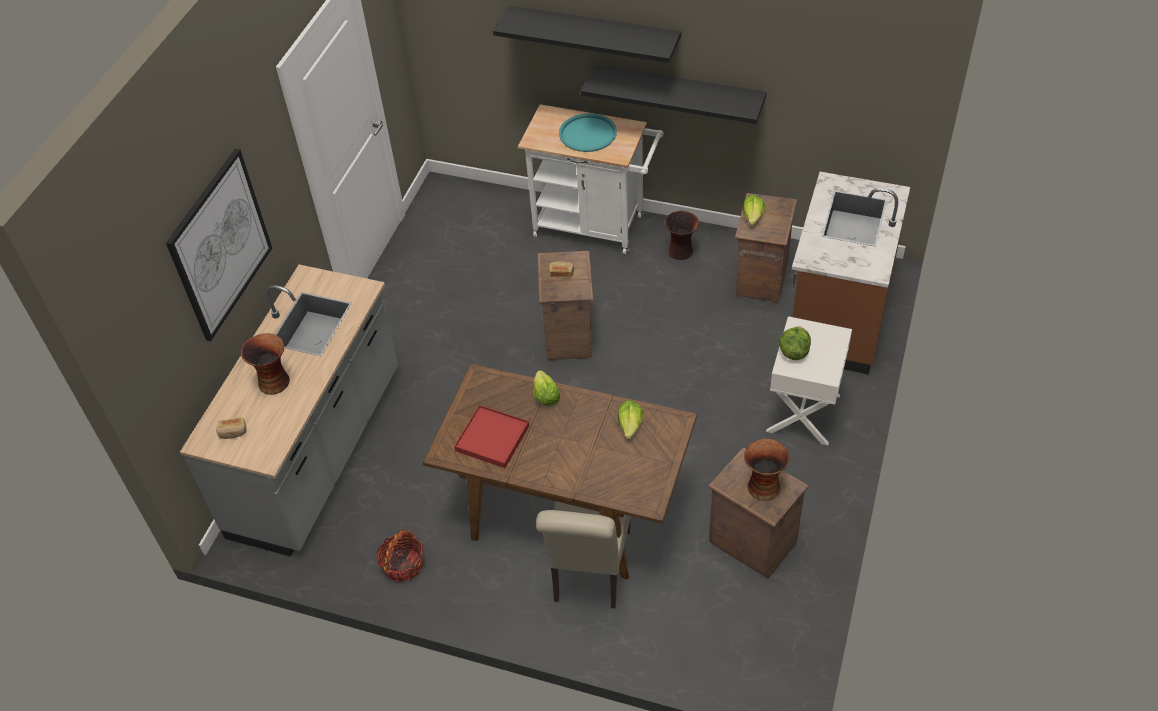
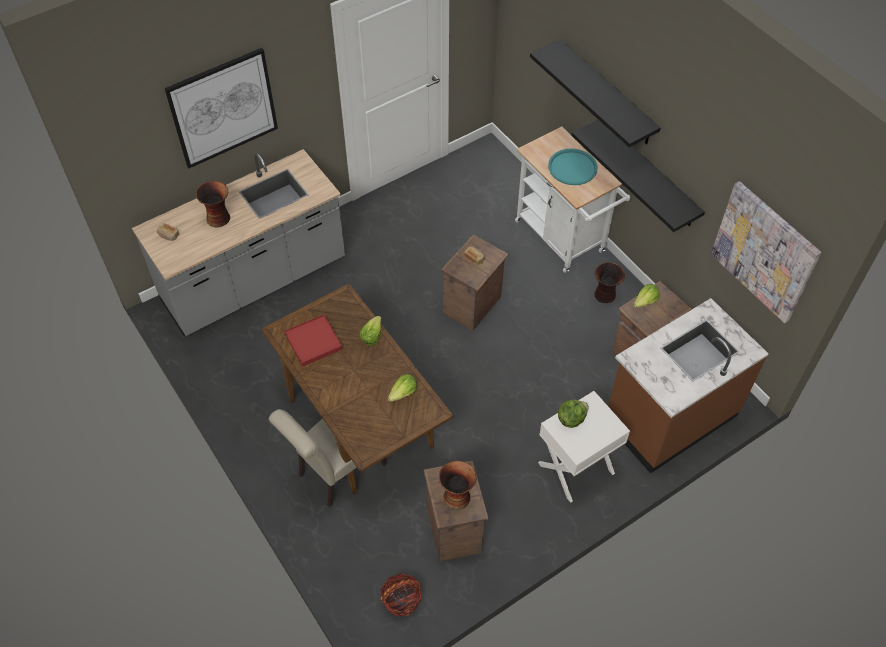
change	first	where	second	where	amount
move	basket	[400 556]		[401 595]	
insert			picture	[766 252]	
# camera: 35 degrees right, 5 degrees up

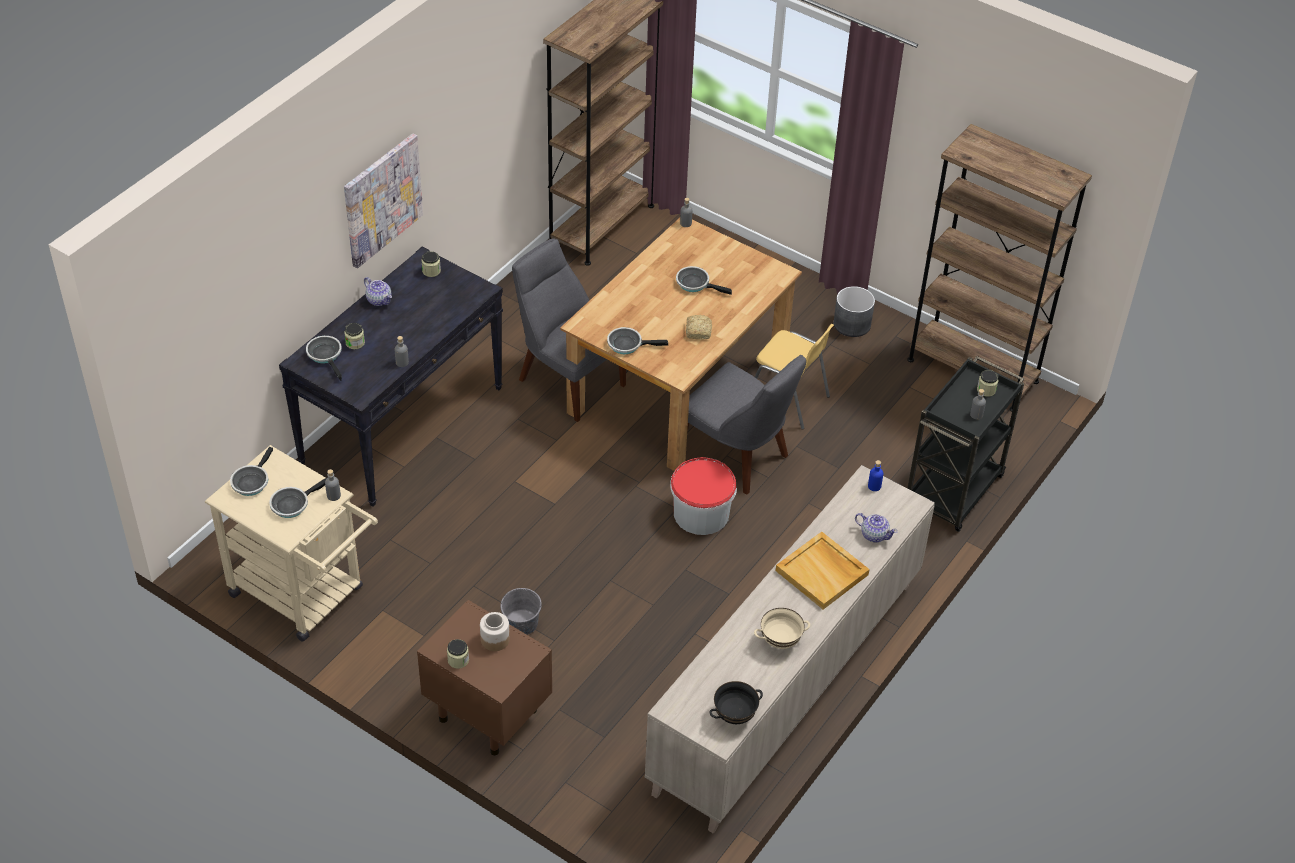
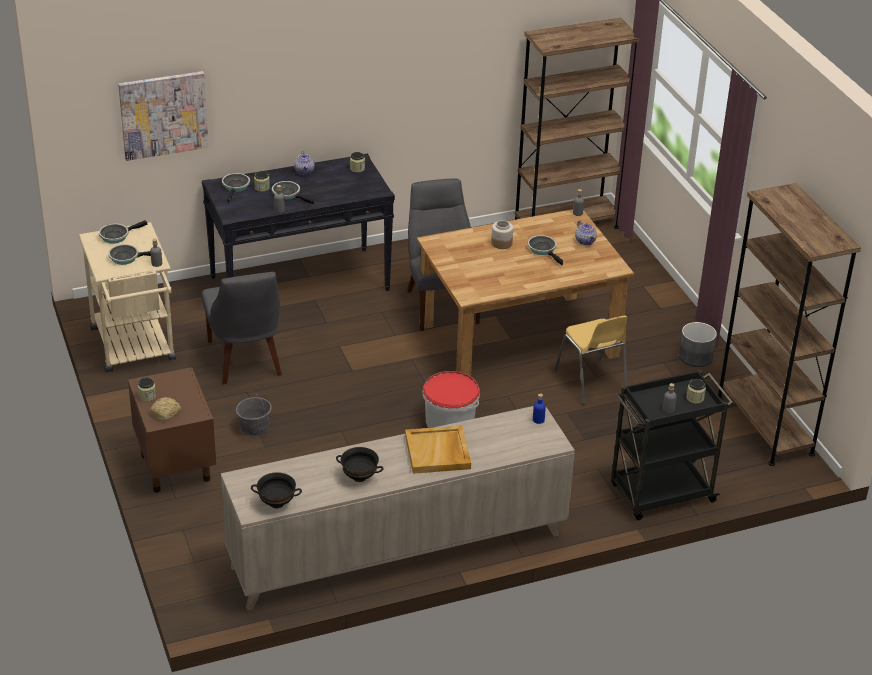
change	first	where	second	where	amount
move	picture	[383 201]		[163 116]	
move	bread	[699 327]		[165 409]	
move	grey chair	[746 425]		[242 328]	
move	frying pan	[637 340]		[293 192]	
recolor	beige bowl	[782 628]	black bowl	[360 464]	
move	jar	[495 631]		[502 234]	
move	teapot	[876 527]		[586 232]	
# camera: 35 degrees right, 10 degrees down

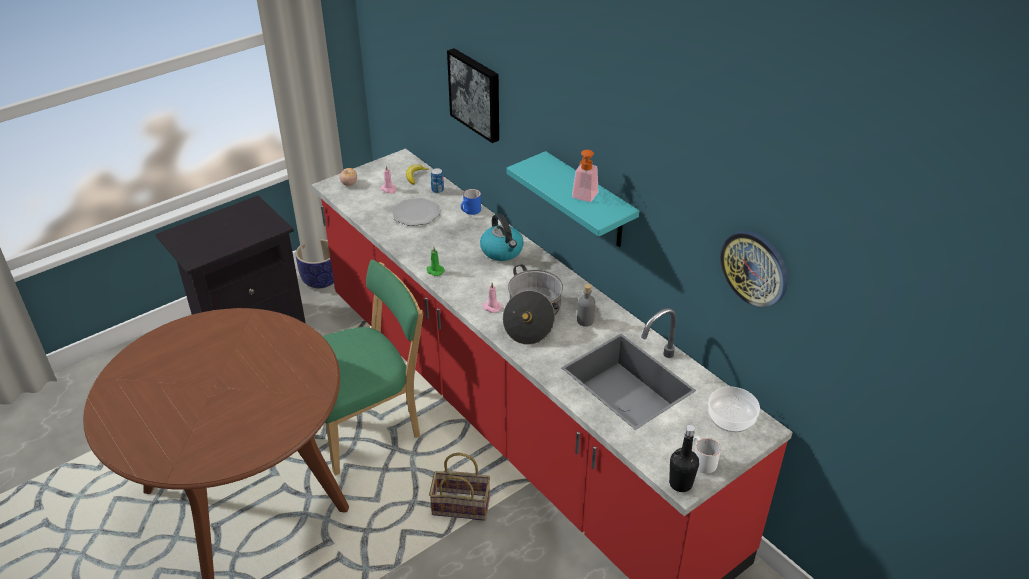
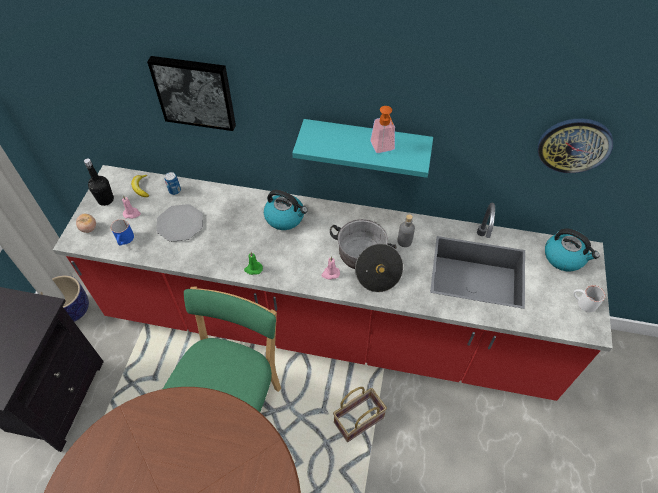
change	first	where	second	where	amount
move	black bottle	[684 458]		[99 182]	
move	blue mug	[471 202]		[122 232]	
replace	bowl	[734 409]	kettle	[572 250]	
# camera: 40 degrees left, 15 degrees up

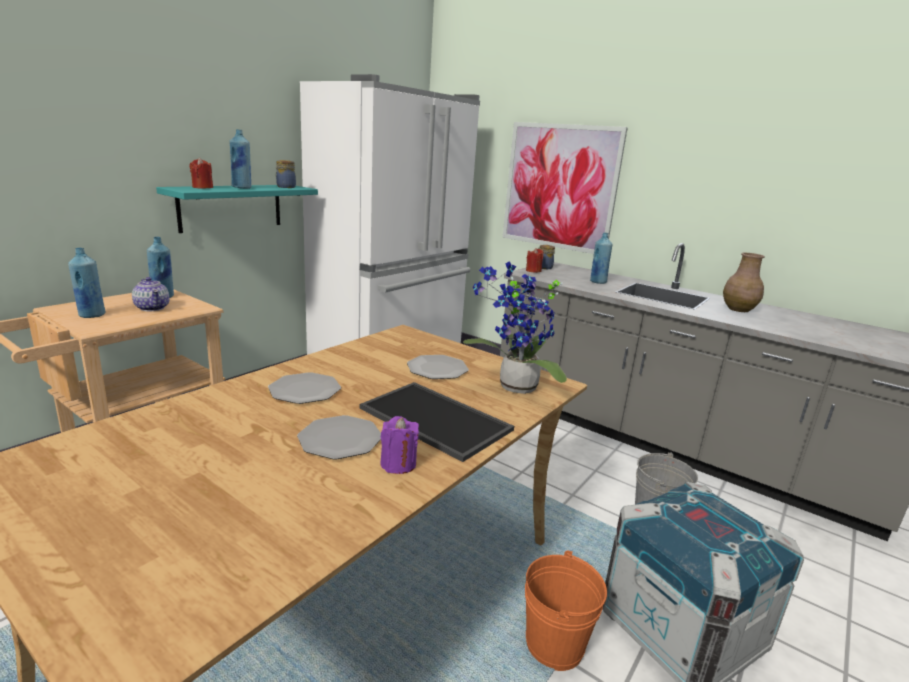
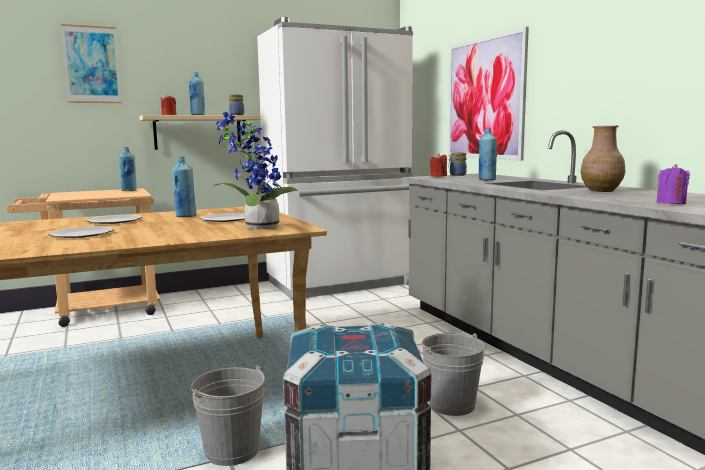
change	first	where	second	where	amount
insert			picture	[91 63]	
recolor	turquoise shelf	[237 209]	beige shelf	[199 132]	
move	blue bottle	[87 283]		[184 187]	
recolor	orange bucket	[566 610]	grey bucket	[228 415]	
move	purple candle	[399 445]		[673 184]	
delete	teapot	[151 294]			
delete	tray	[436 422]			
# camera: 30 degrees right, 10 degrees down

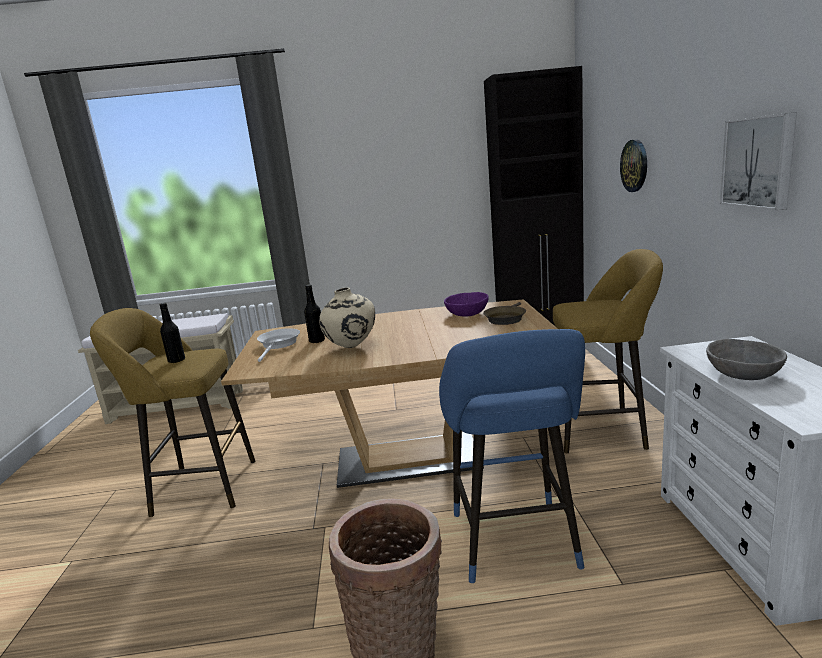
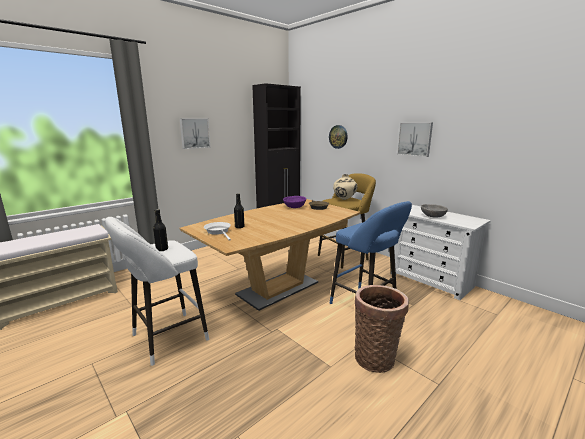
change	first	where	second	where	amount
recolor	yellow stool	[172 412]	white stool	[157 291]	
insert			picture	[195 133]	
move	beige vase	[347 317]		[345 187]	
# camera: 40 degrees left, 0 degrees up

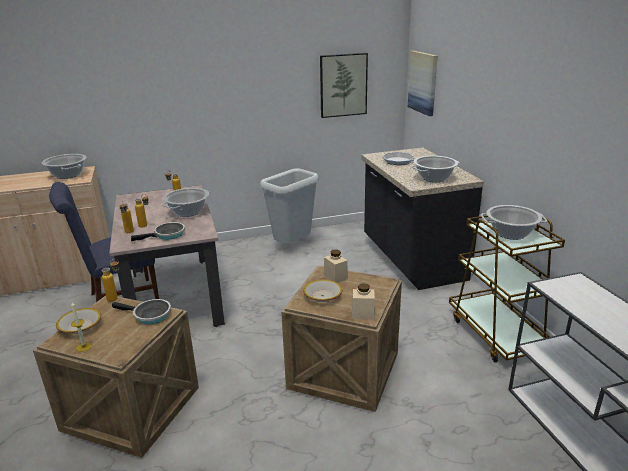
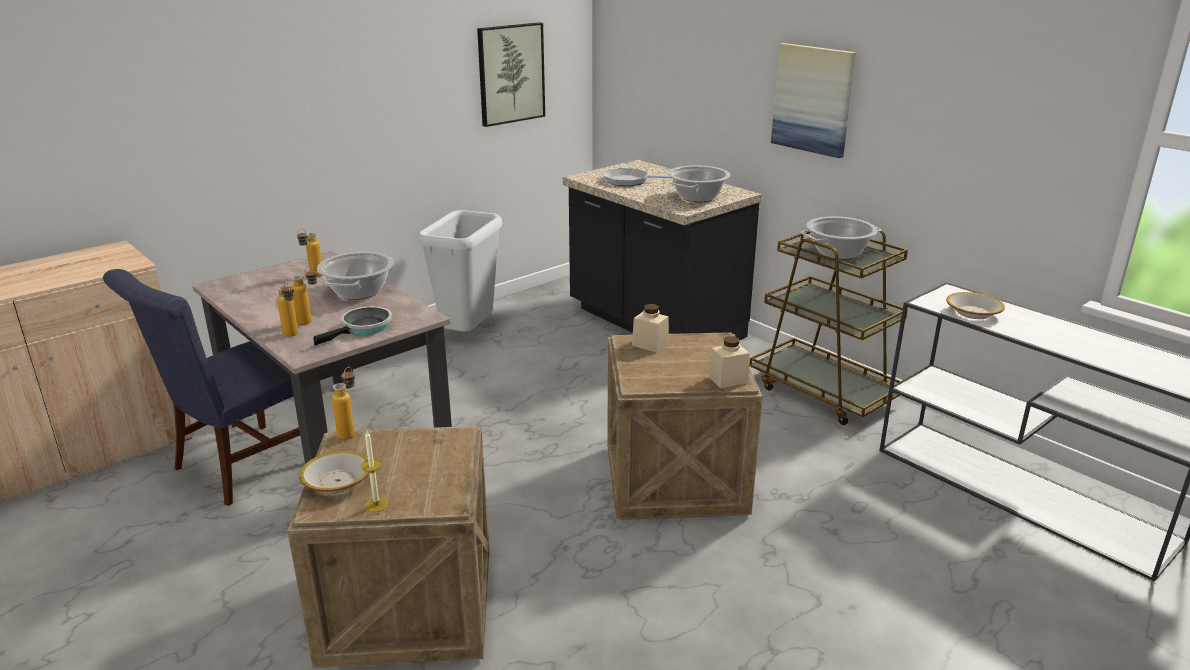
change	first	where	second	where	amount
move	picture	[422 83]		[813 100]	
move	bowl	[322 290]		[975 305]	
delete	cooking pot	[64 166]			
delete	frying pan	[141 311]			
# camera: 25 degrees left, 0 degrees up

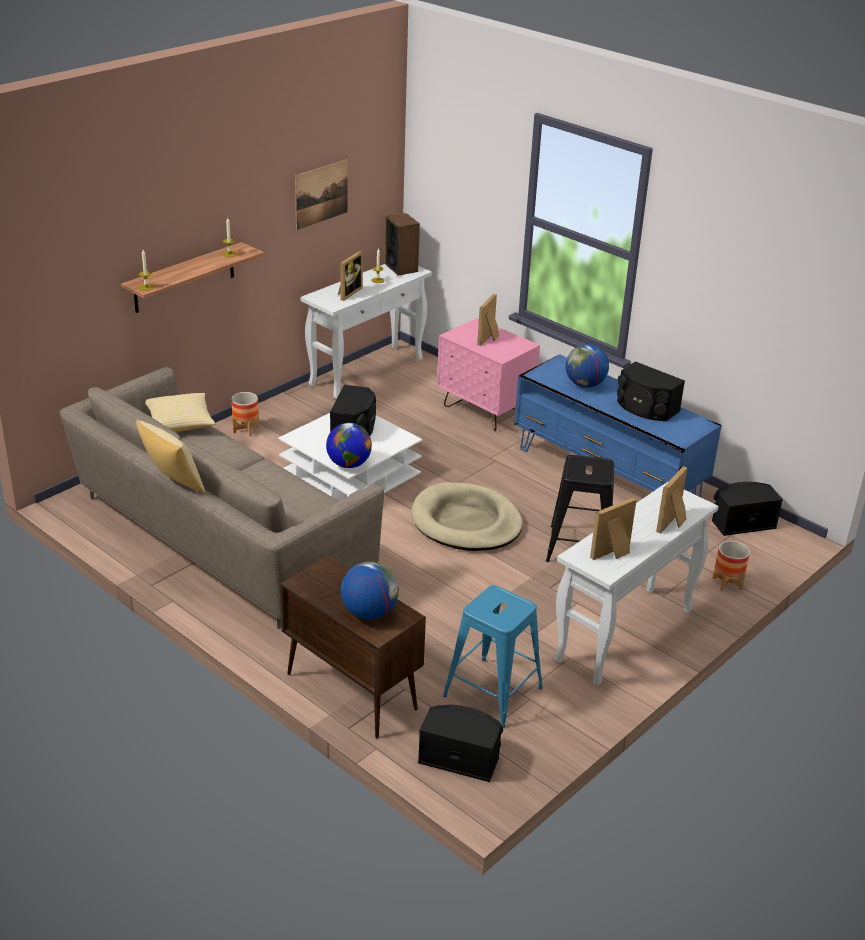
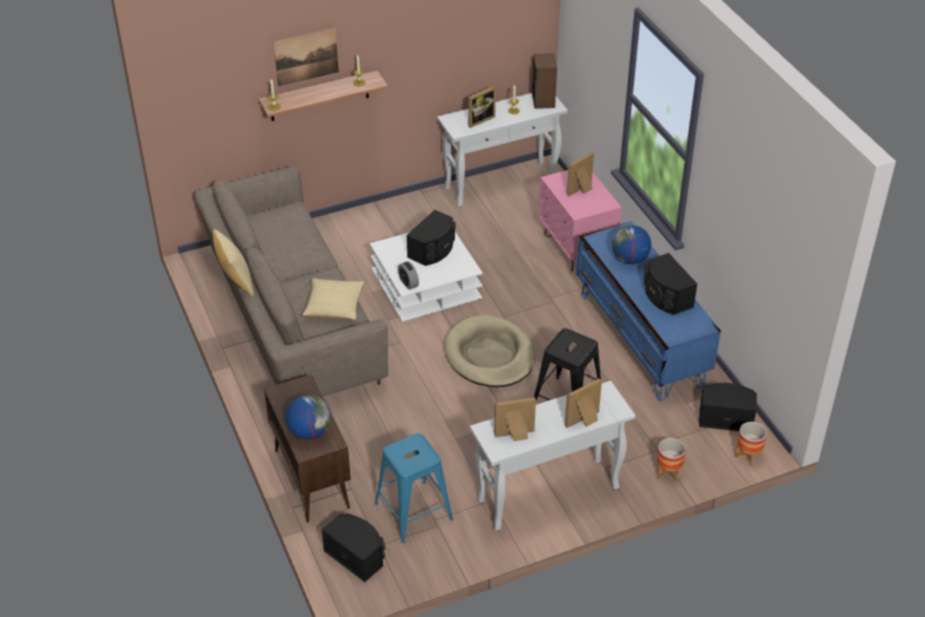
change	first	where	second	where	amount
move	picture	[321 194]		[306 57]	
move	pillow	[180 412]		[333 299]	
replace	globe	[349 445]	alarm clock	[408 275]	
move	planter	[245 414]		[751 444]	
# camera: 25 degrees right, 10 degrees up

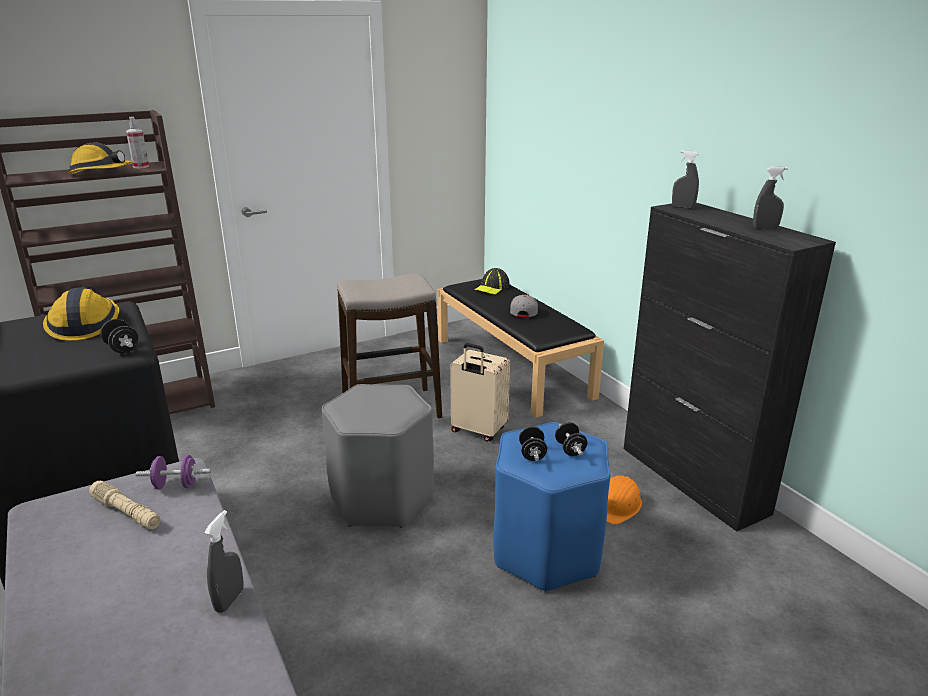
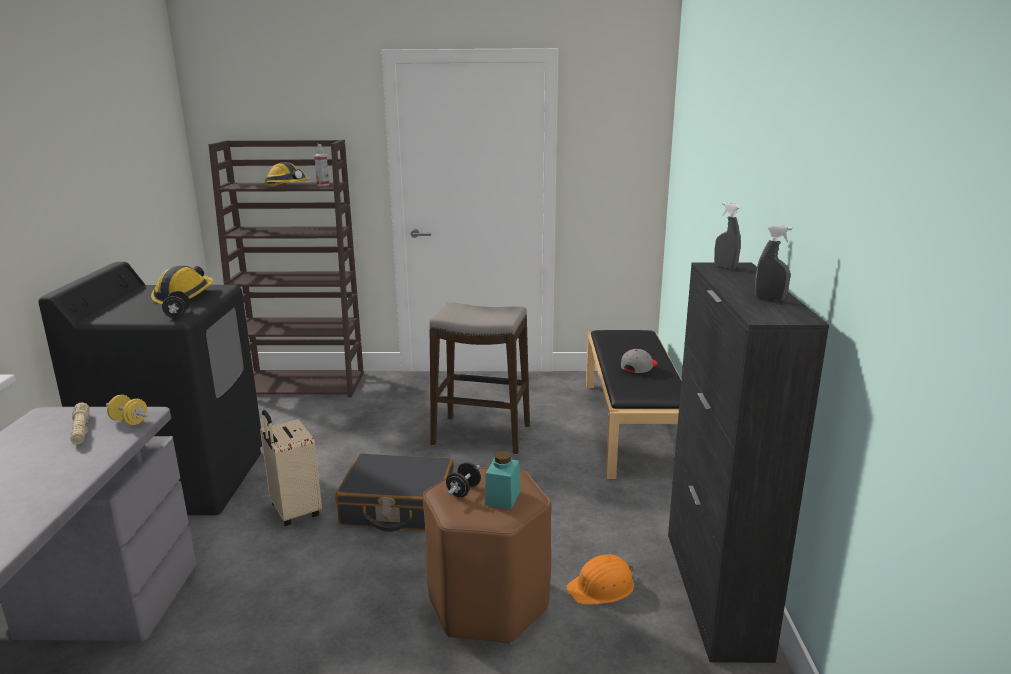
change	first	where	second	where	amount
recolor	purple dumbbell	[173 472]	yellow dumbbell	[127 410]	
move	beige suitcase	[480 392]		[291 468]	
replace	grey stool	[378 456]	black suitcase	[395 492]	
recolor	blue stool	[551 507]	brown stool	[487 555]	
replace	black dumbbell	[571 439]	turquoise jar	[502 480]	
delete	grey spray bottle	[224 561]			
delete	cap	[492 281]			
# camera: 30 degrees right, 5 degrees down

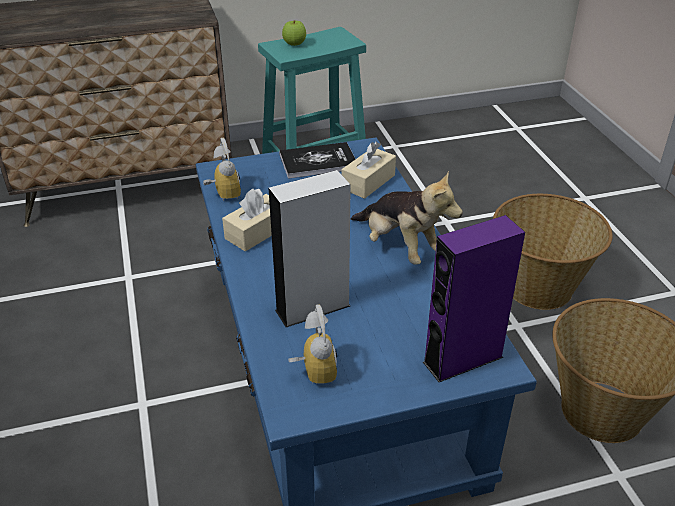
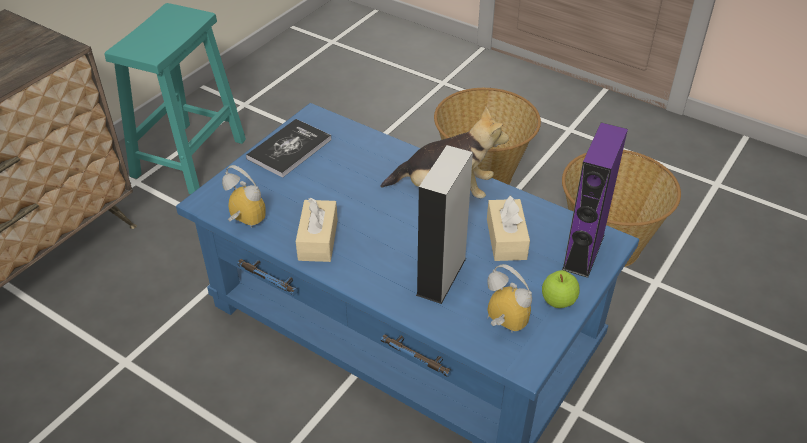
change	first	where	second	where	amount
move	beige tissue box	[369 170]		[508 228]	
move	apple	[294 33]		[561 289]	
# camera: 40 degrees left, 5 degrees up

